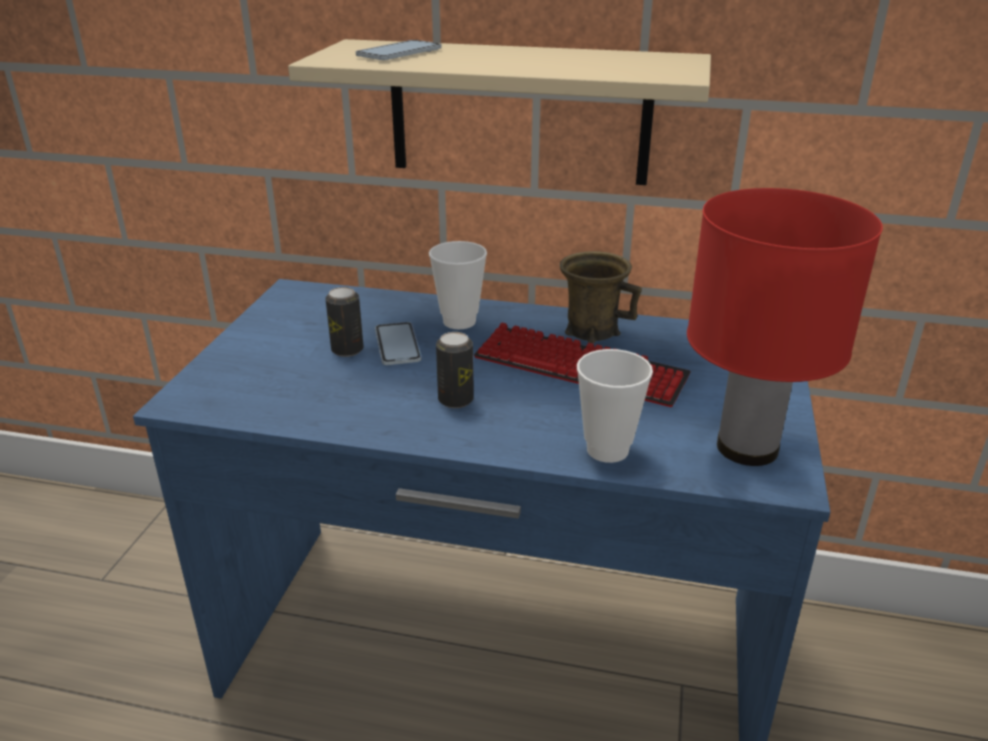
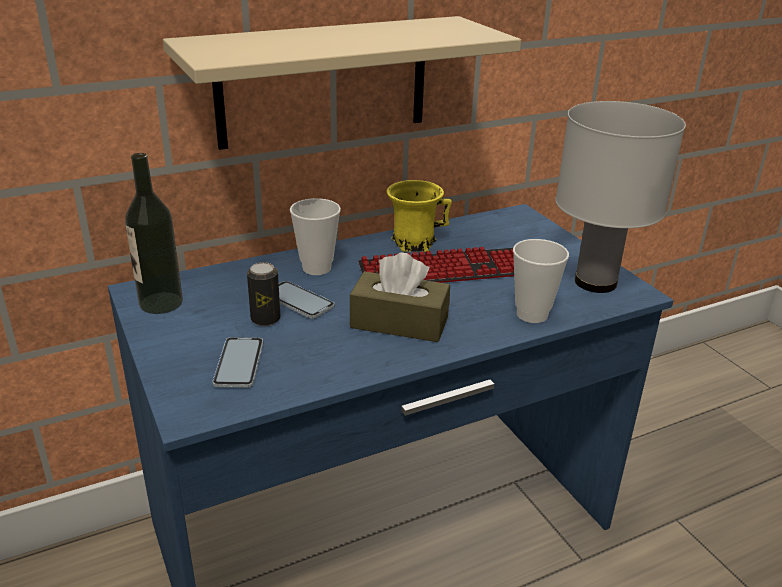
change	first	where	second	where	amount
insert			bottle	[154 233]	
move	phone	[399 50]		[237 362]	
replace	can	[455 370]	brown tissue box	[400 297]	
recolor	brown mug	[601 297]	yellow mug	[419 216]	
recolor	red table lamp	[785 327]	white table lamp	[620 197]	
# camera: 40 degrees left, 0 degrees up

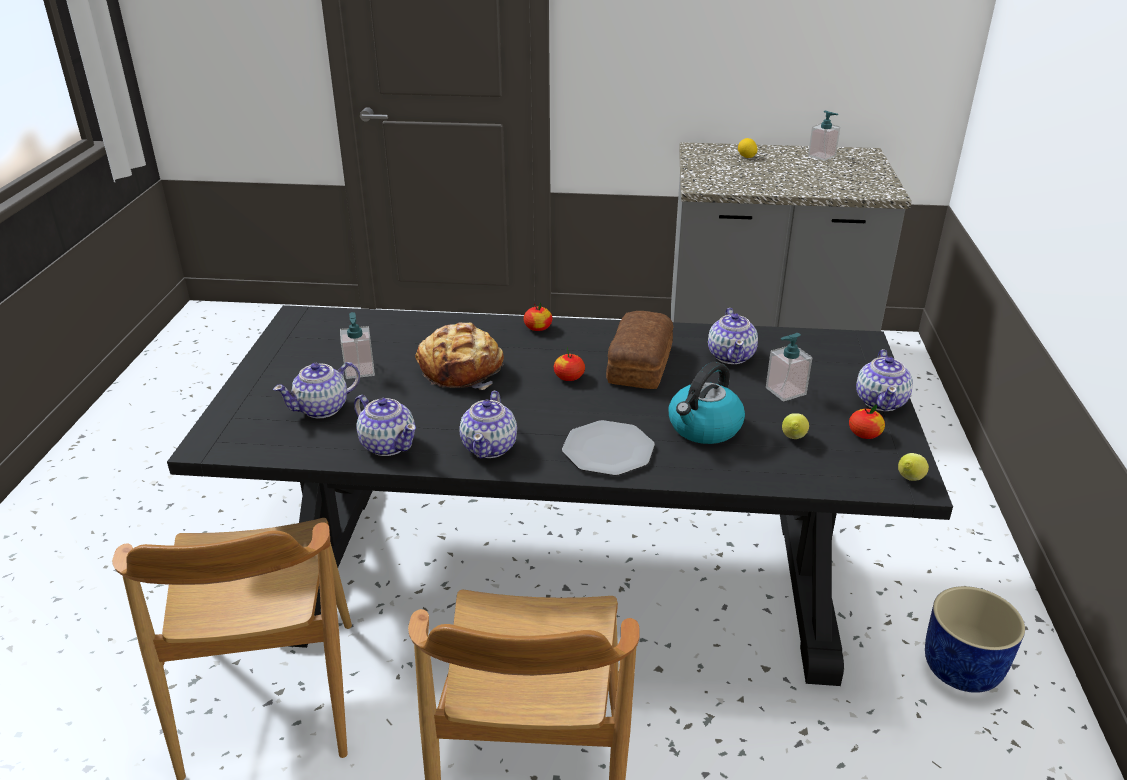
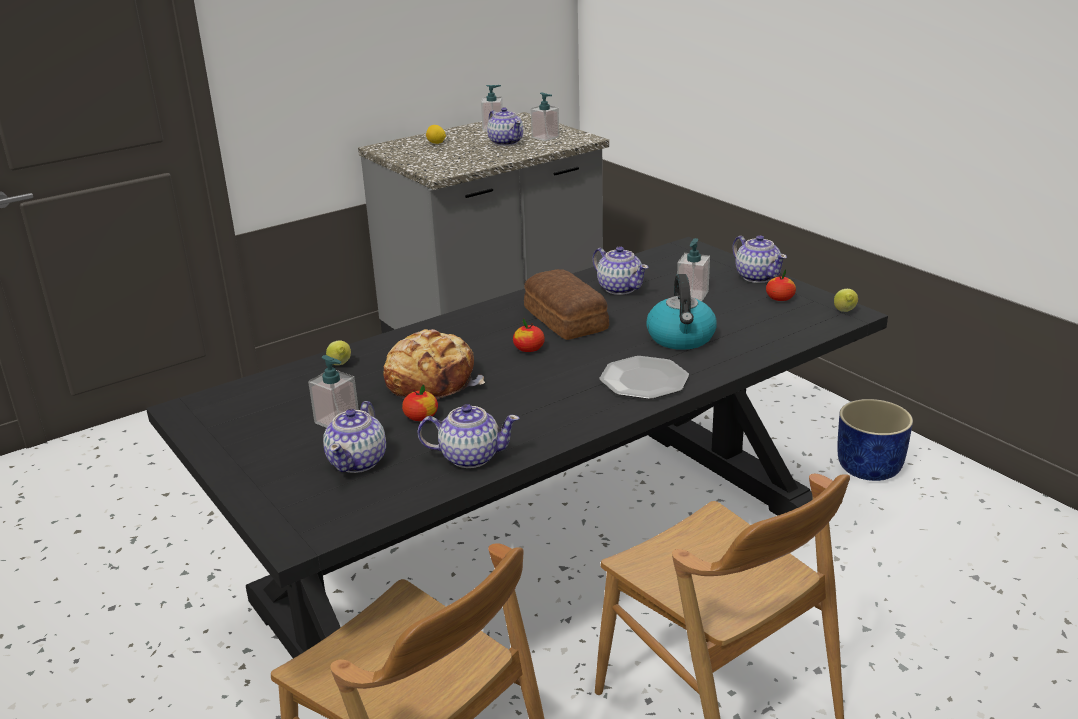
change	first	where	second	where	amount
move	lemon	[795 426]		[338 353]	
move	apple	[538 317]		[420 403]	
move	teapot	[488 425]		[505 126]	
insert			soap dispenser	[545 116]	
# camera: 40 degrees left, 5 degrees down

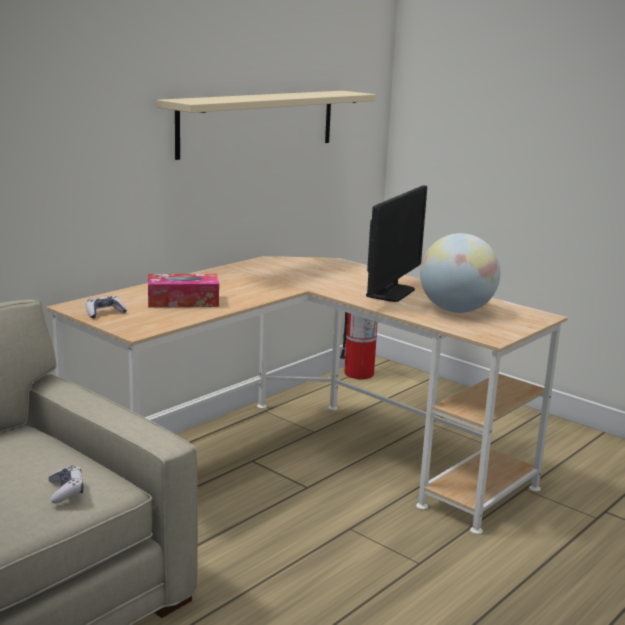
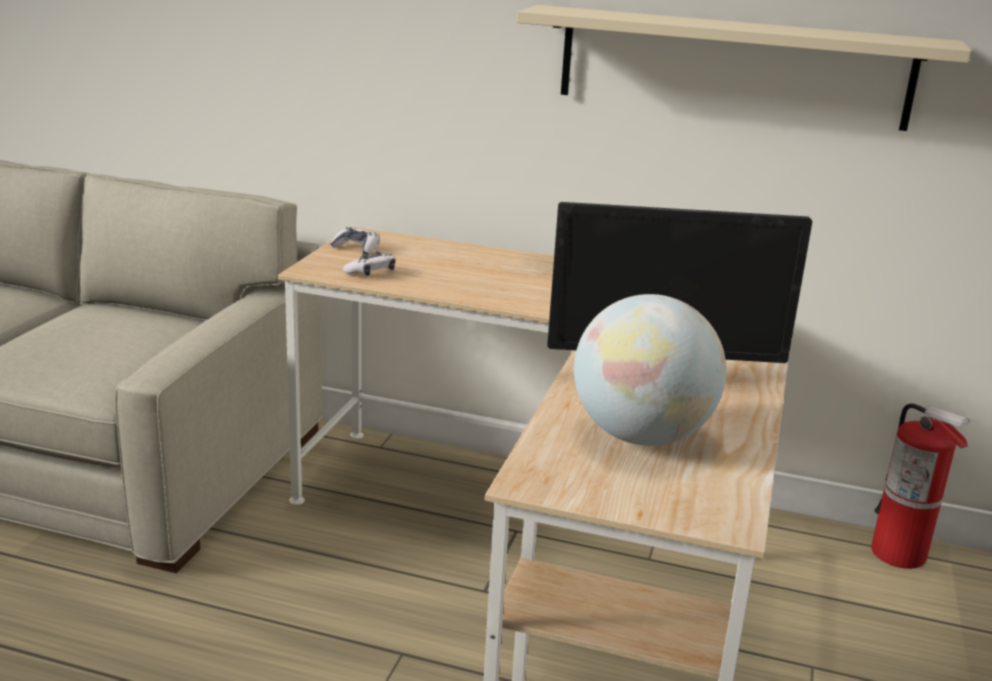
change	first	where	second	where	amount
move	game controller	[66 484]		[368 263]	
delete	tissue box	[183 291]			
# camera: 65 degrees right, 5 degrees up

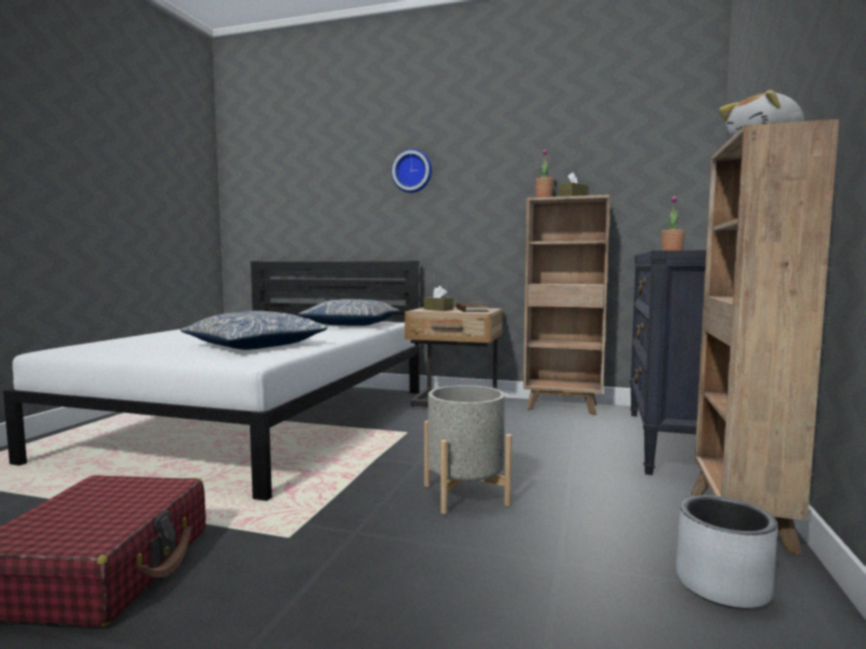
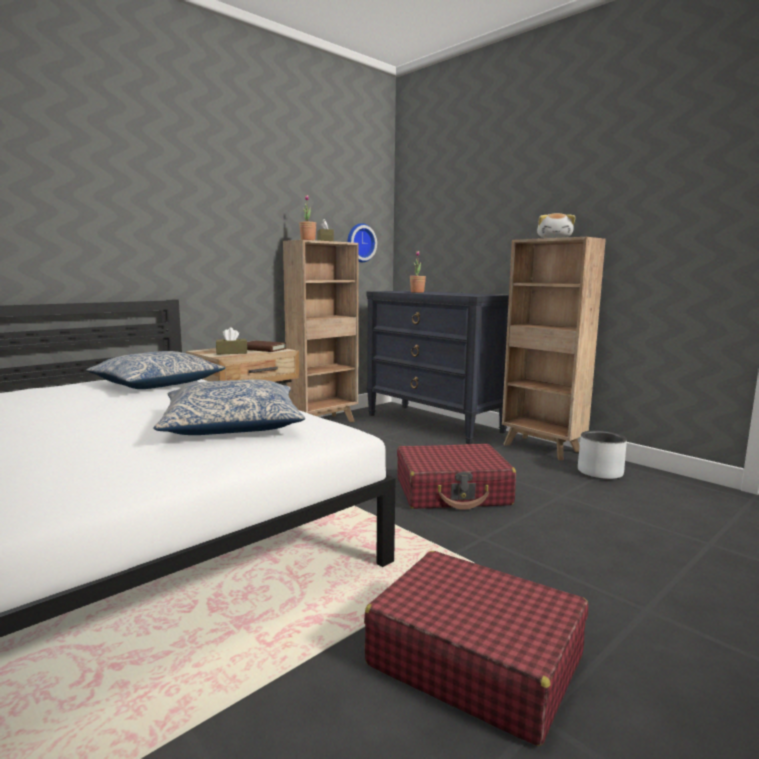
change	first	where	second	where	amount
move	wall clock	[412 171]		[362 242]	
replace	grey planter	[468 449]	red suitcase	[456 477]	
# camera: 60 degrees left, 5 degrees up

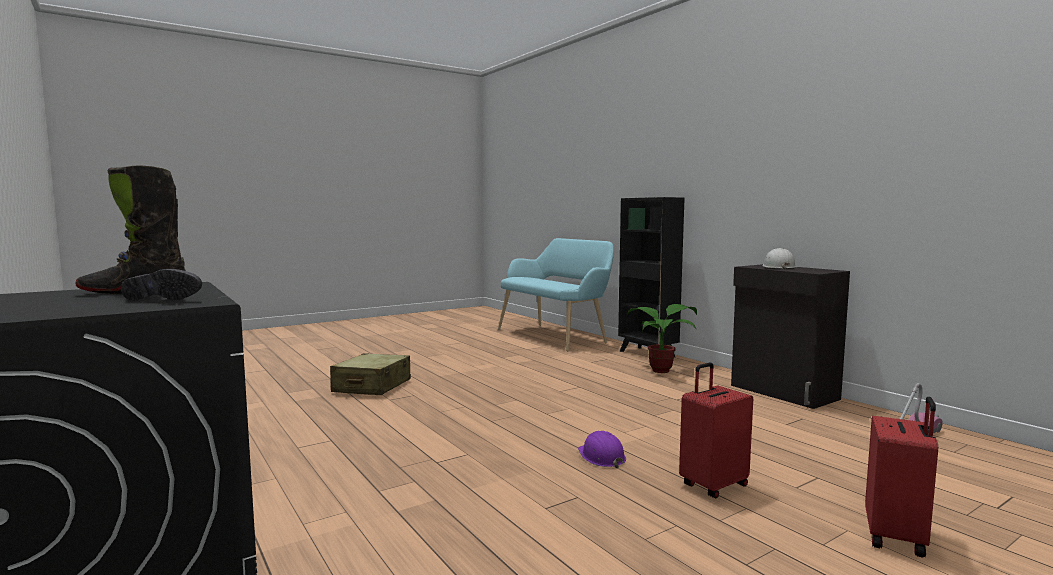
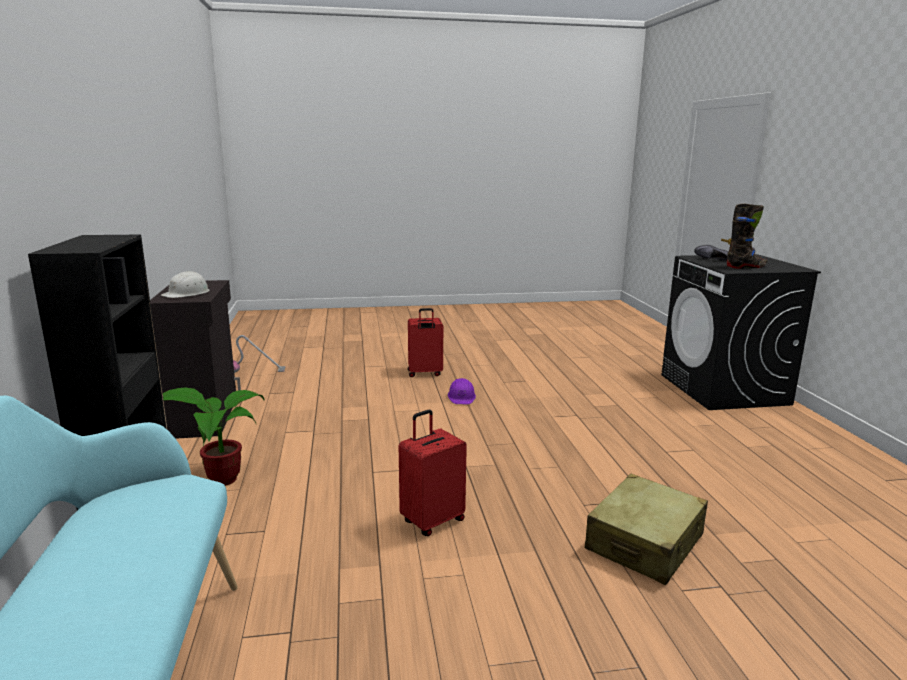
change	first	where	second	where	amount
move	red suitcase	[901 477]		[433 473]	
# camera: 155 degrees left, 10 degrees up

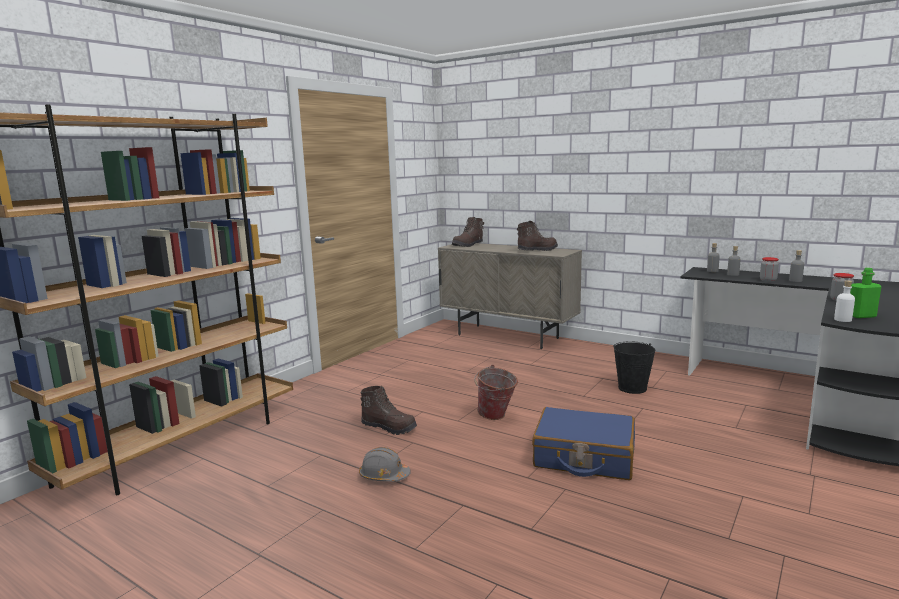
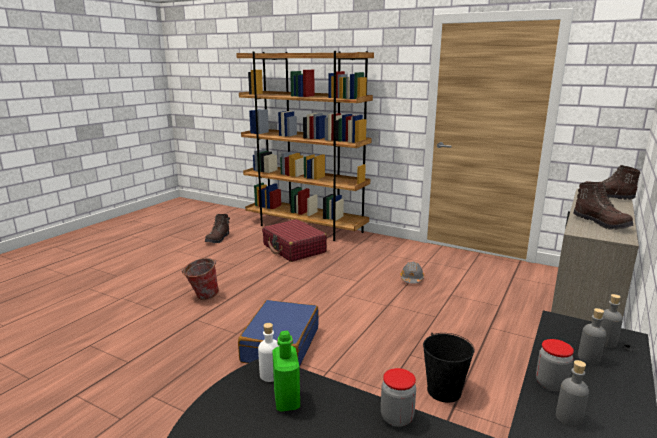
change	first	where	second	where	amount
move	bucket	[496 392]		[200 279]	
move	brown boot	[388 410]		[217 228]	
insert			red suitcase	[294 240]	
move	grey hard hat	[385 464]		[412 272]	
# camera: 85 degrees right, 5 degrees up

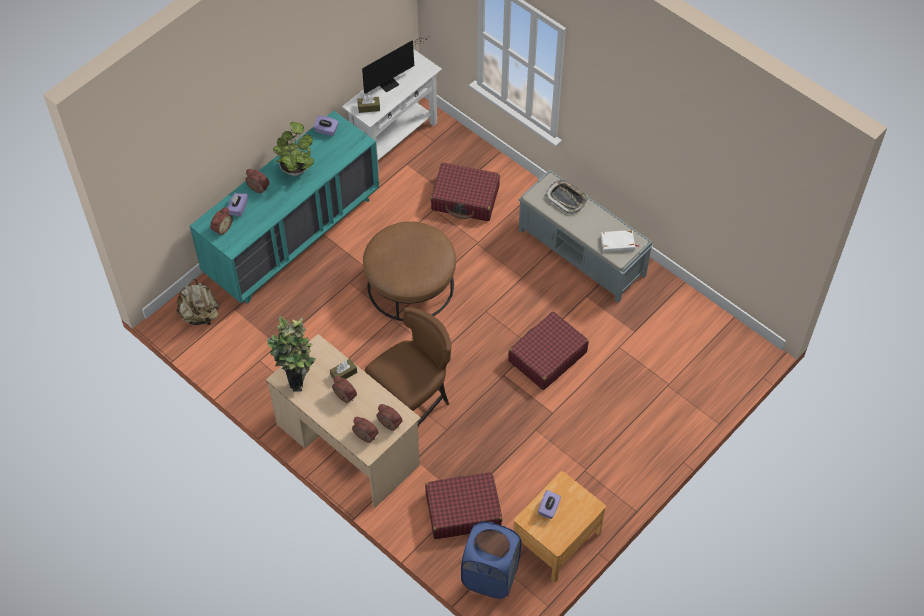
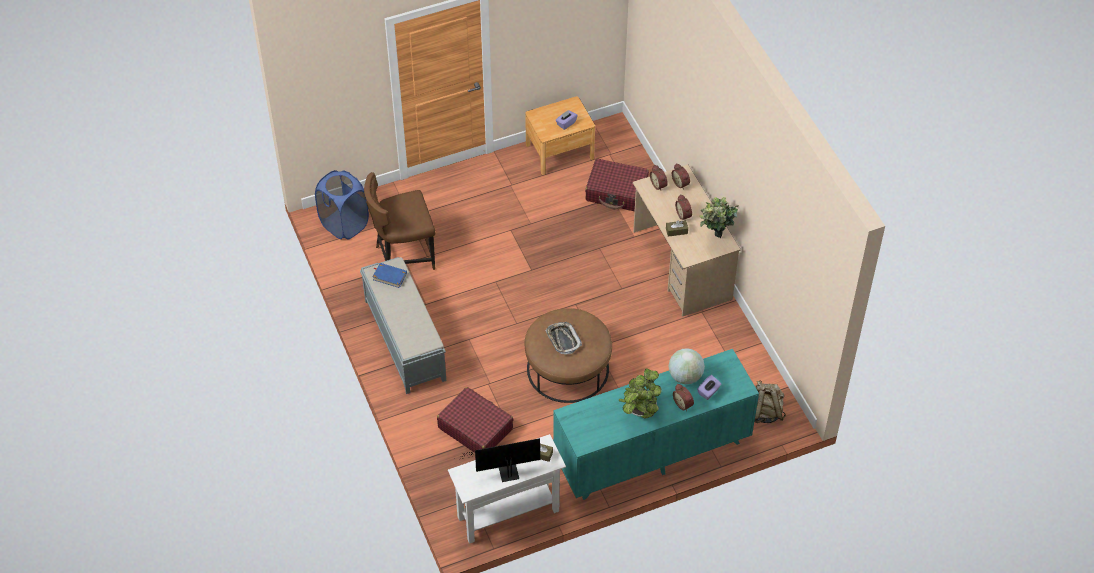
change	first	where	second	where	amount
move	blue laundry basket	[491 560]		[342 204]	
move	brown chair	[408 366]		[399 221]	
recolor	white book	[620 241]	blue book	[389 275]	
move	tray	[566 197]		[563 338]	
insert			globe	[687 366]	
delete	alarm clock	[221 221]			
delete	purple tissue box	[326 126]			
delete	red suitcase	[548 351]			
# camera: 155 degrees left, 5 degrees down

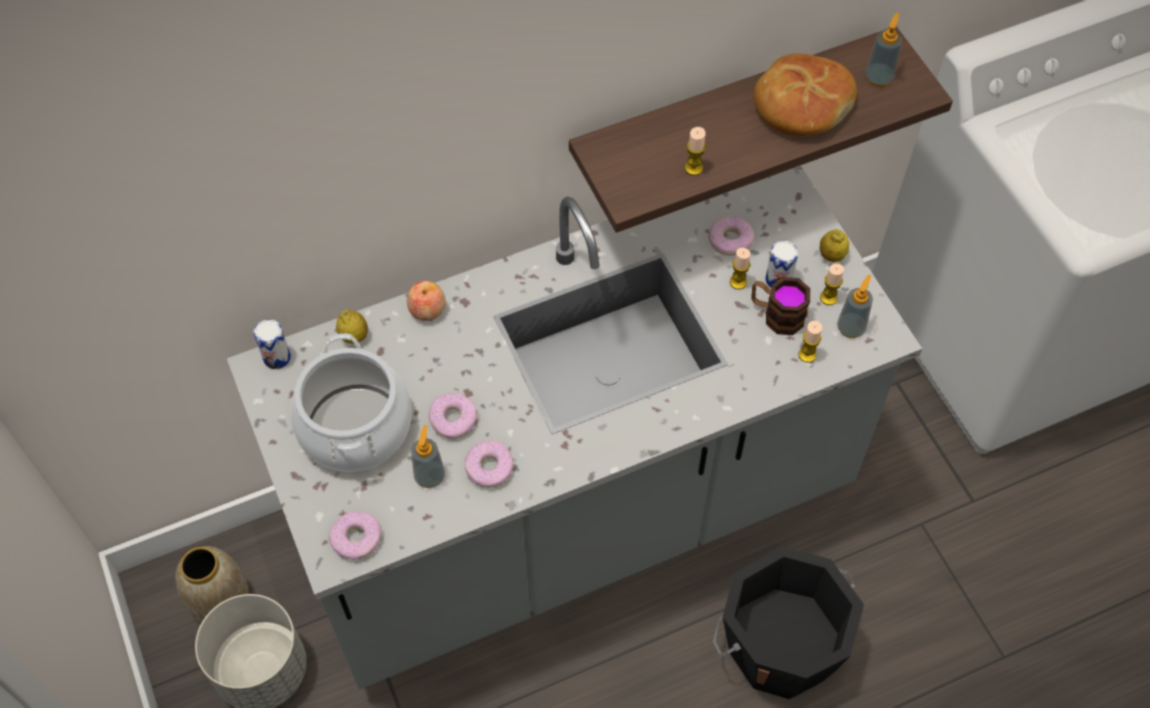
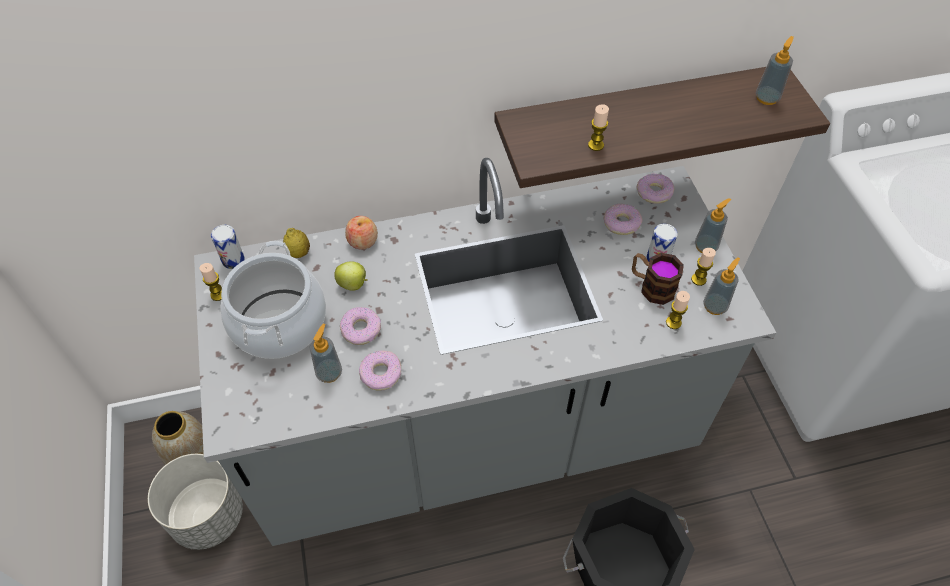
change	first	where	second	where	amount
move	candle	[740 269]		[210 282]	
insert			apple	[351 276]	
move	donut	[355 536]		[655 189]	
replace	lemon	[834 245]	soap dispenser	[713 225]	
delete	bread	[805 94]			
# camera: 10 degrees right, 5 degrees down

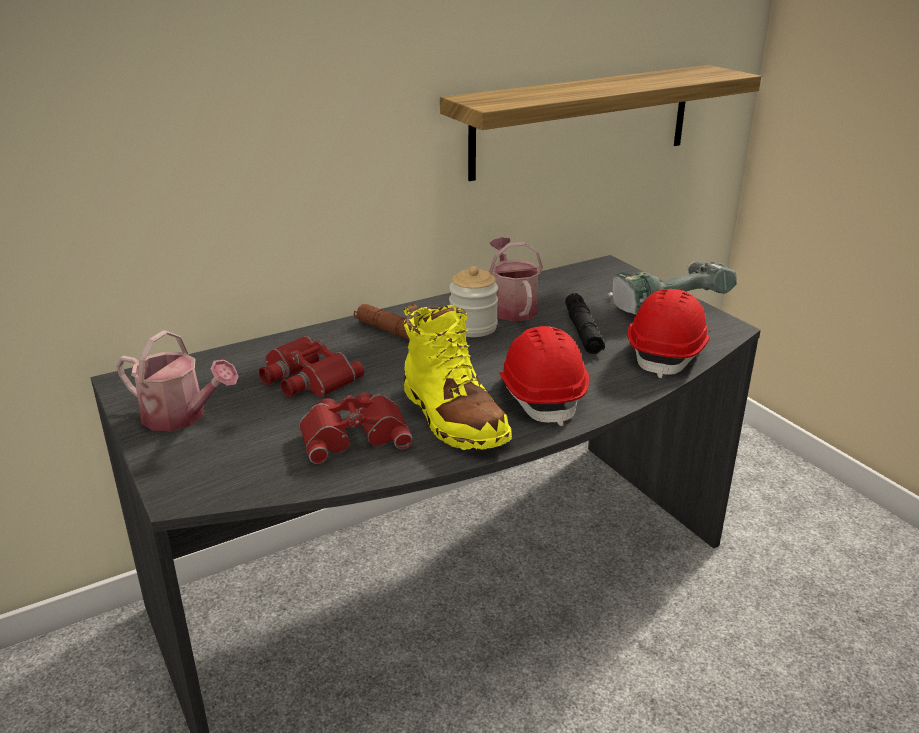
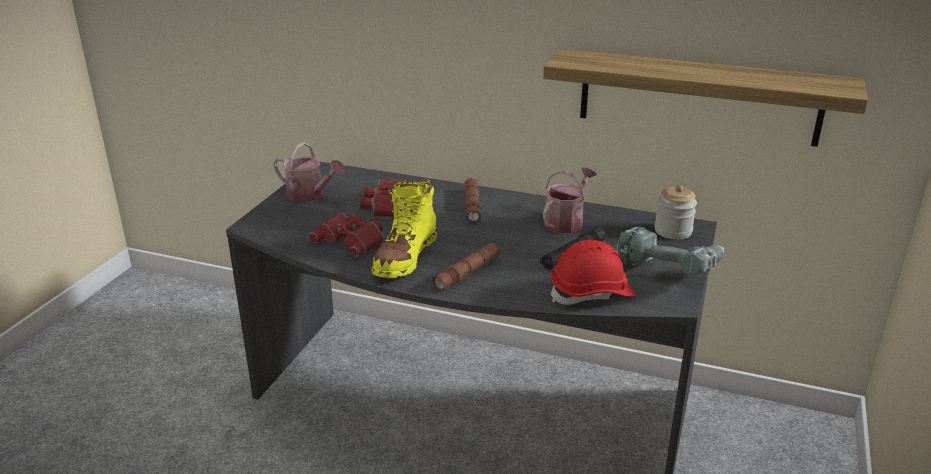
change	first	where	second	where	amount
rotate	watering can	[177 380]		[309 172]	45 degrees counterclockwise
replace	red hard hat	[544 376]	brown flashlight	[466 267]	
move	jar	[473 301]		[676 212]	
# camera: 50 degrees right, 0 degrees up

